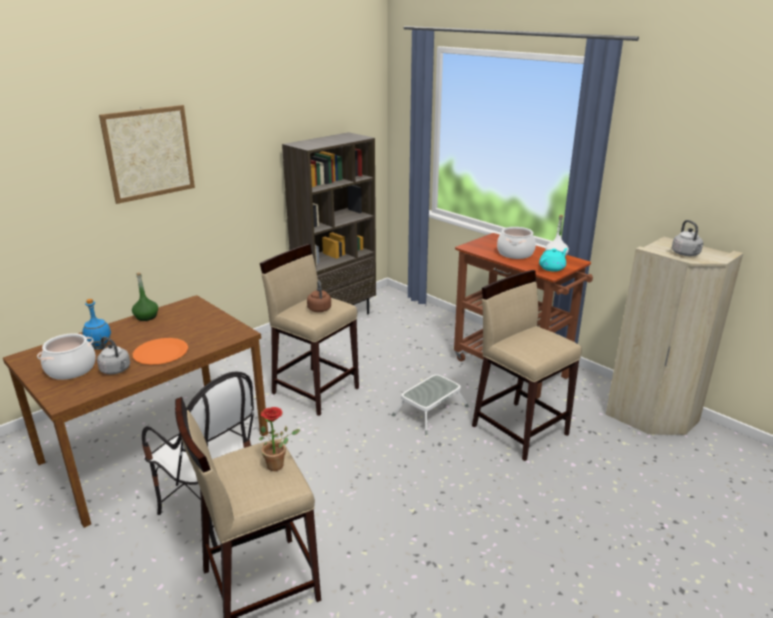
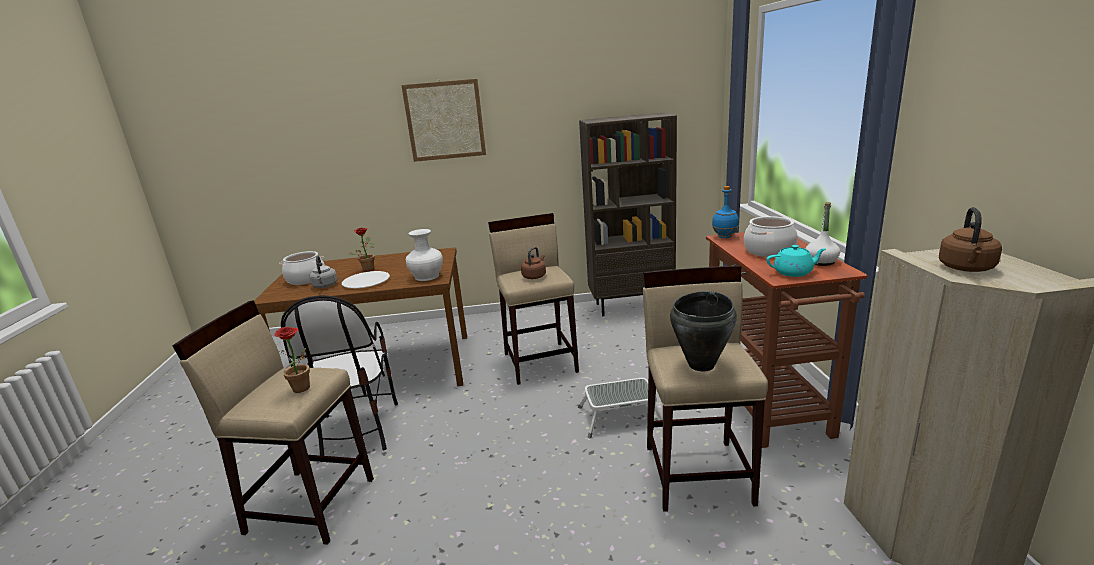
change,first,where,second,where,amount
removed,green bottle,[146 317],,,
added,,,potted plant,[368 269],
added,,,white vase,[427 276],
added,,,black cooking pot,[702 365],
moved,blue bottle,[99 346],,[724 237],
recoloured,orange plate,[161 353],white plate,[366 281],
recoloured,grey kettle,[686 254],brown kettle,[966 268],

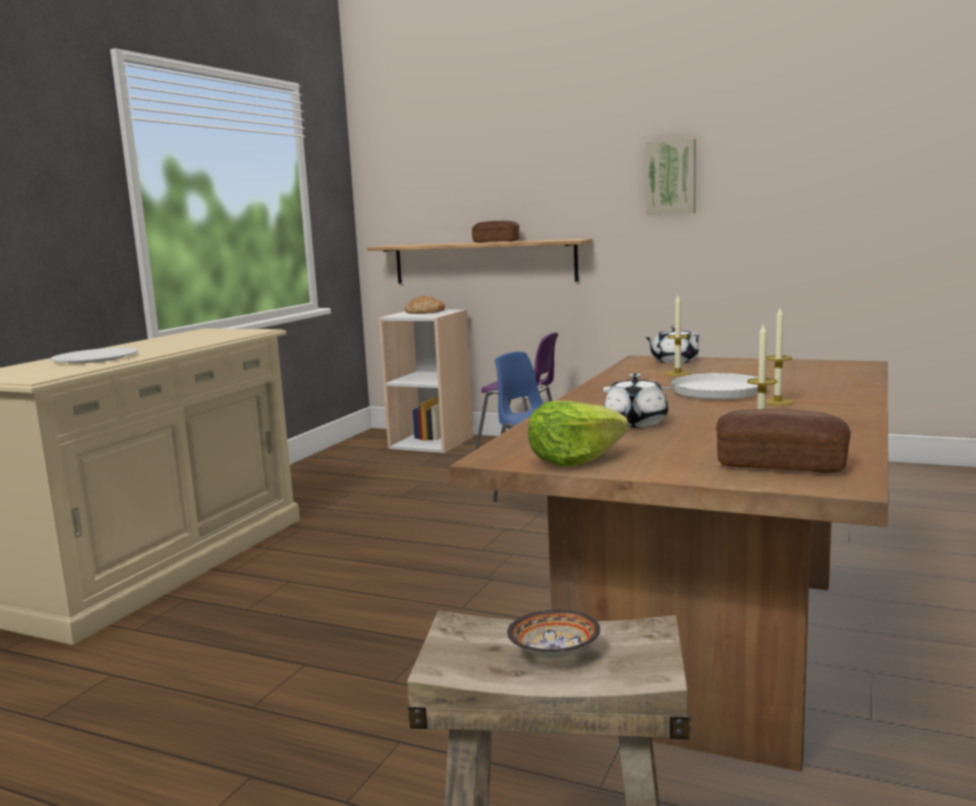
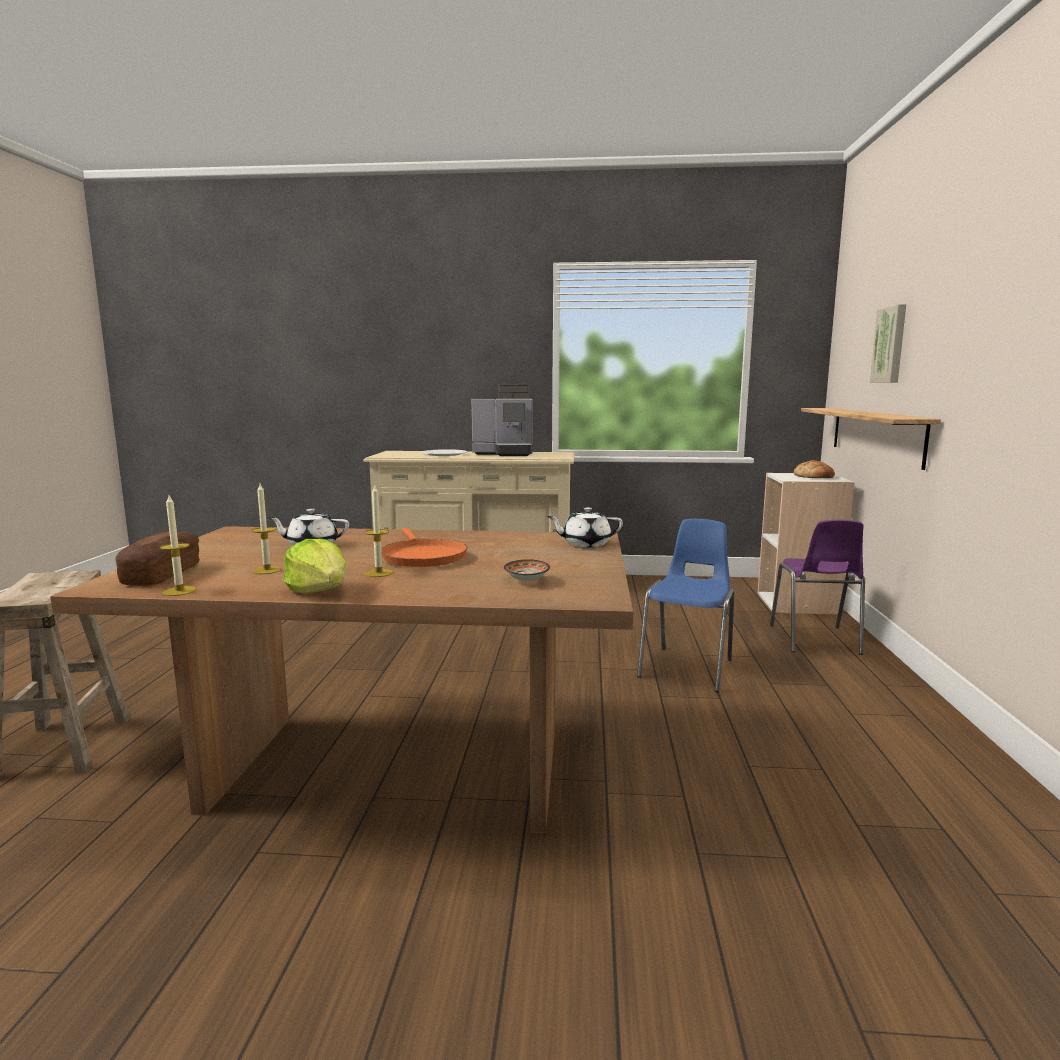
change,first,where,second,where,amount
removed,bread,[496 242],,,
added,,,coffee machine,[505 453],
moved,bowl,[554 653],,[526 581],
moved,lettuce,[574 459],,[320 591],
moved,picture,[671 177],,[890 345],
moved,candle,[677 373],,[179 591],
recoloured,white frying pan,[709 393],orange frying pan,[422 556],
turned,white teapot,[673 361],,[585 544],45 degrees counterclockwise

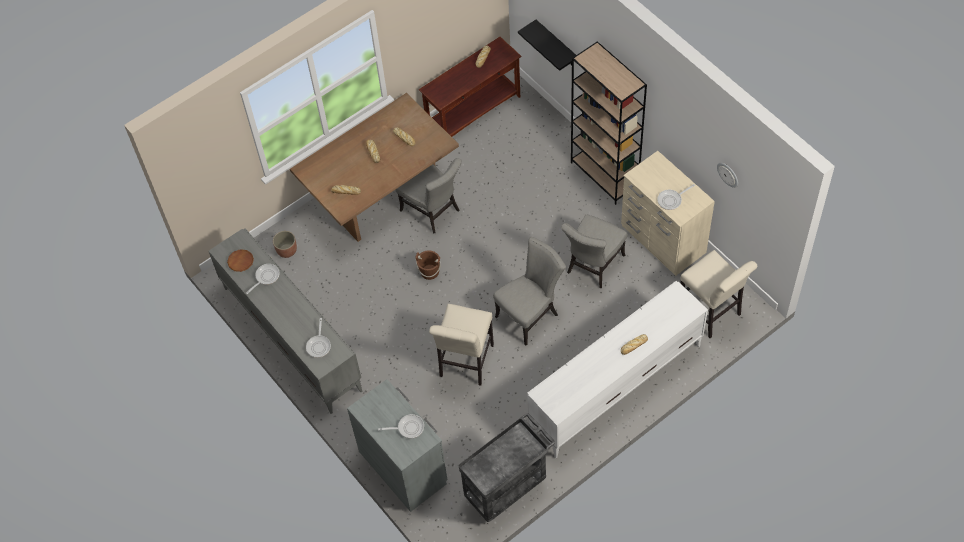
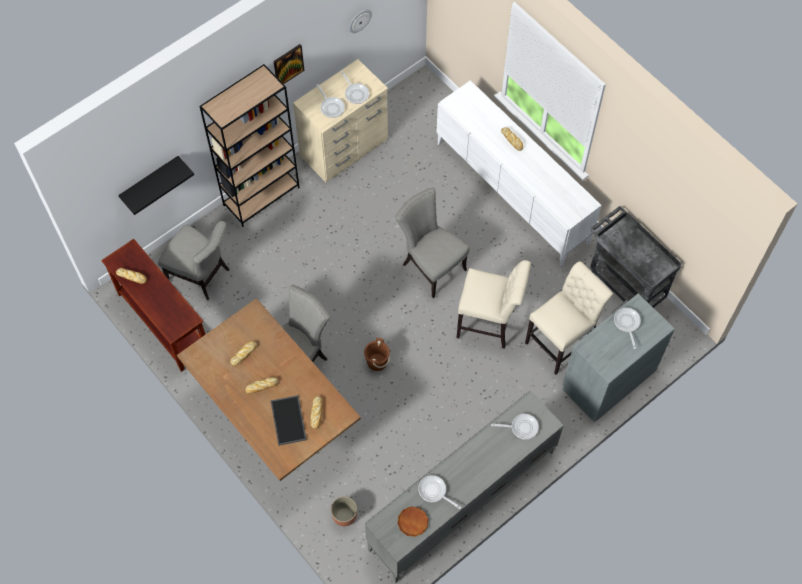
change,first,where,second,where,amount
added,,,tray,[289 420],
added,,,picture,[288 65],
added,,,frying pan,[331 107],
moved,grey chair,[593 266],,[202 276],
moved,beige stool,[711 314],,[561 342],

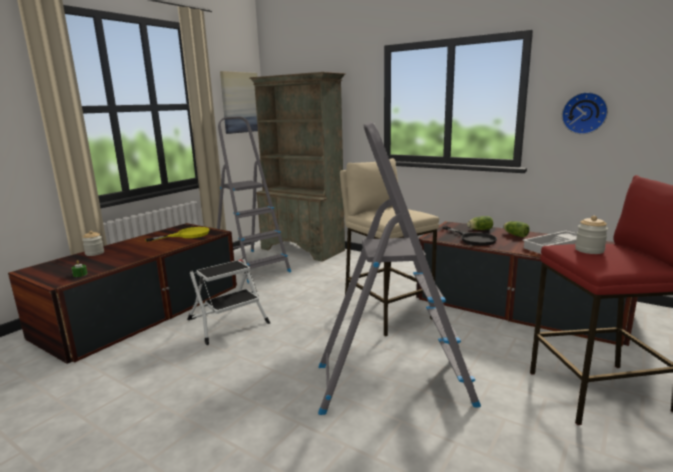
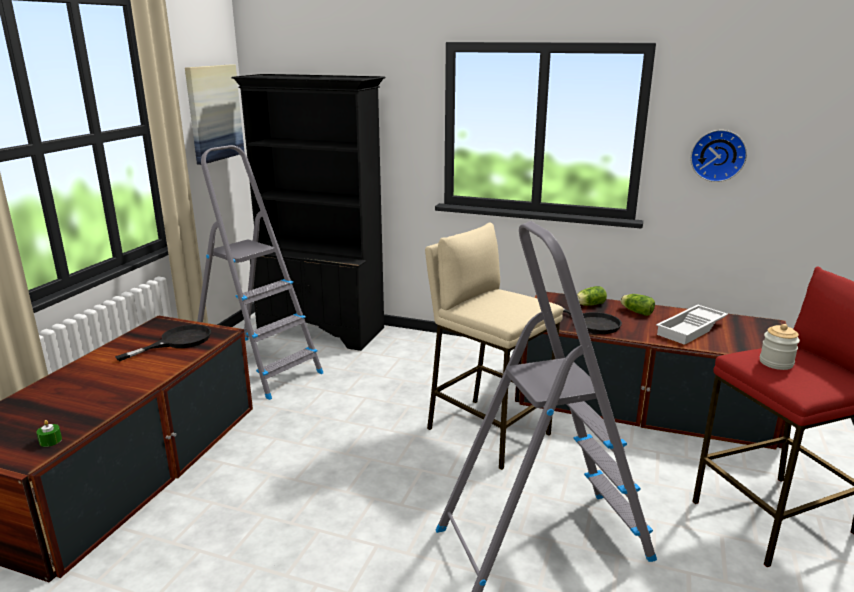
change,first,where,second,where,amount
removed,jar,[94 253],,,
removed,step ladder,[227 322],,,
recoloured,yellow frying pan,[187 235],black frying pan,[177 342],
recoloured,green bookcase,[303 249],black bookcase,[322 330],

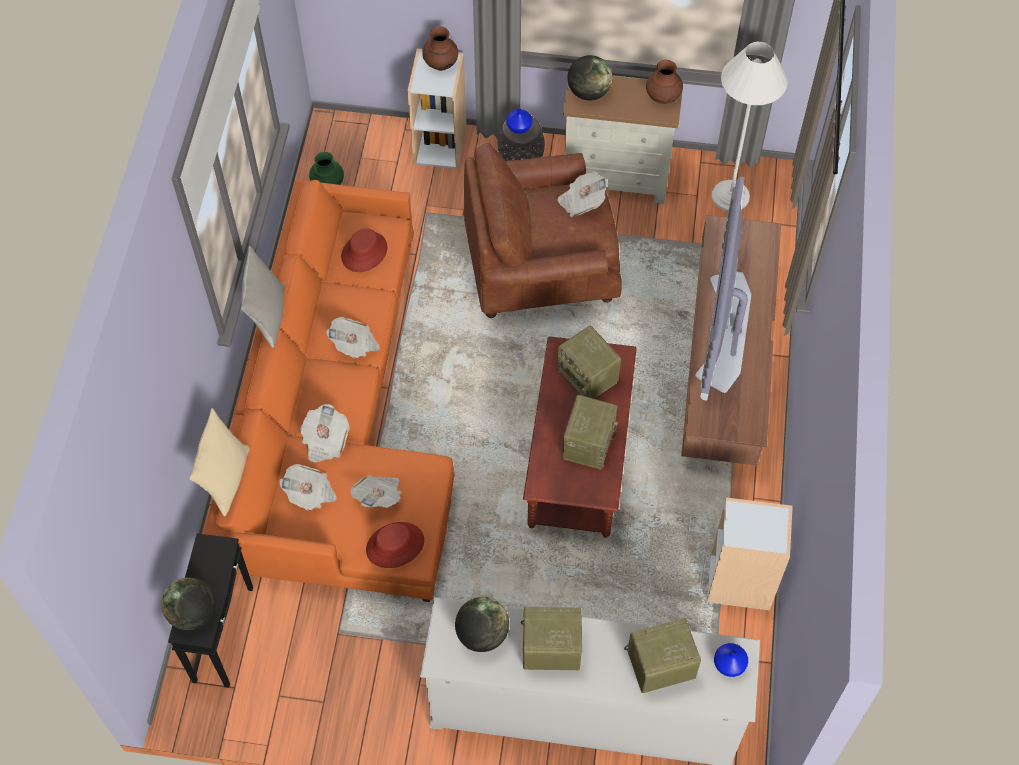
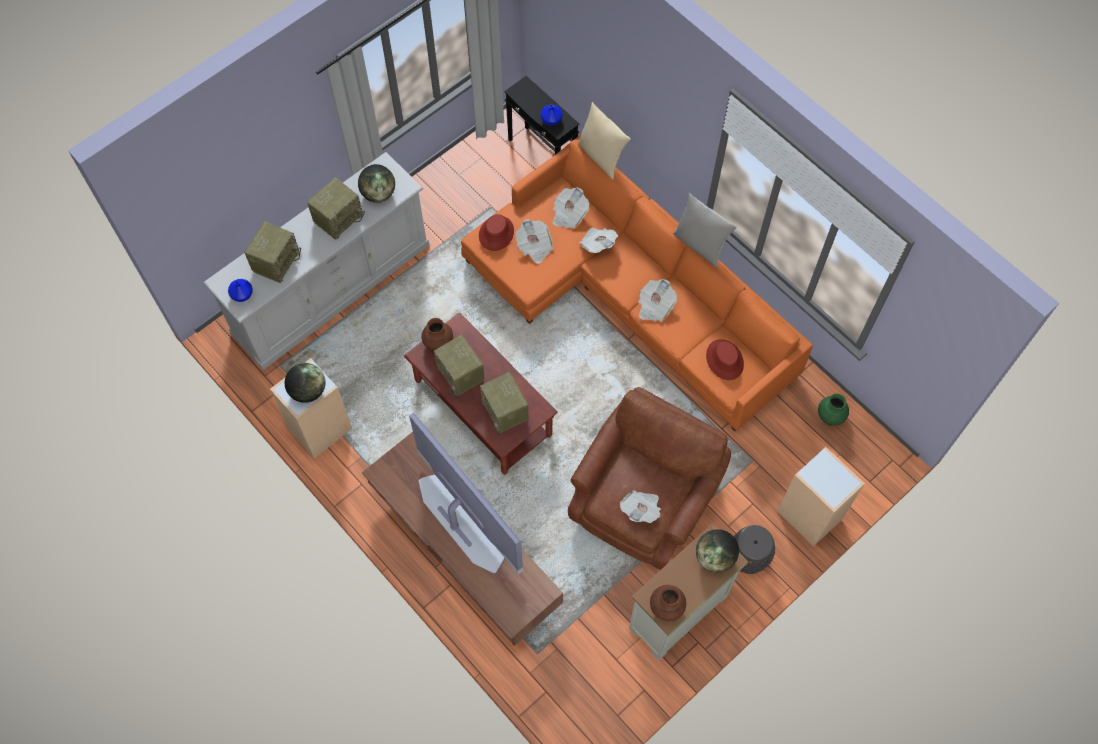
change,first,where,second,where,amount
removed,white floor lamp,[730 196],,,
moved,globe,[193 613],,[308 391],
moved,brown vase,[440 64],,[438 342],
moved,blue vase,[518 127],,[551 119],
turned,radio,[589 376],,[505 411],120 degrees counterclockwise

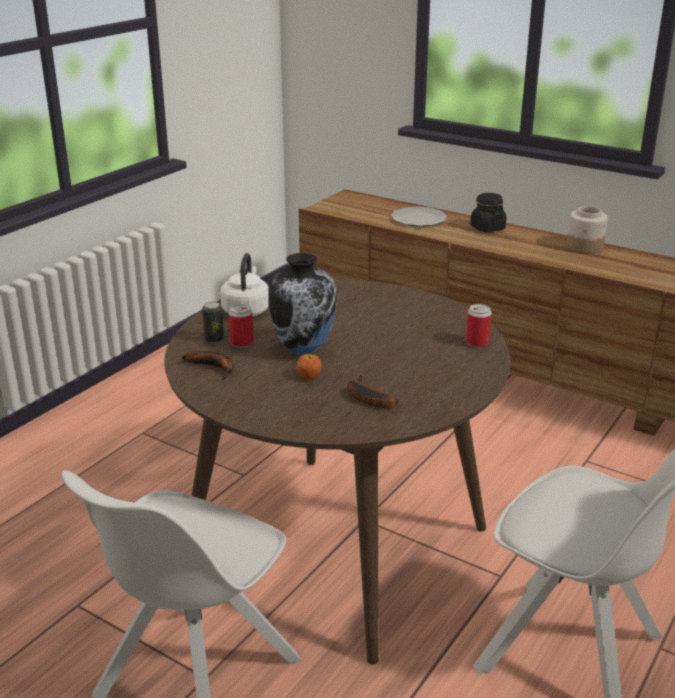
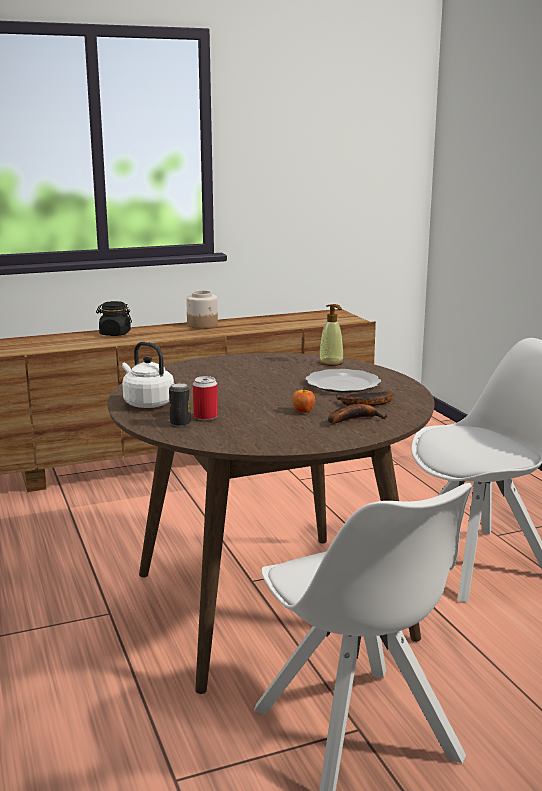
change,first,where,second,where,amount
removed,vase,[304 349],,,
moved,banana,[214 367],,[354 419],
moved,plate,[418 219],,[343 384],
replaced,can,[477 342],soap dispenser,[331 363],

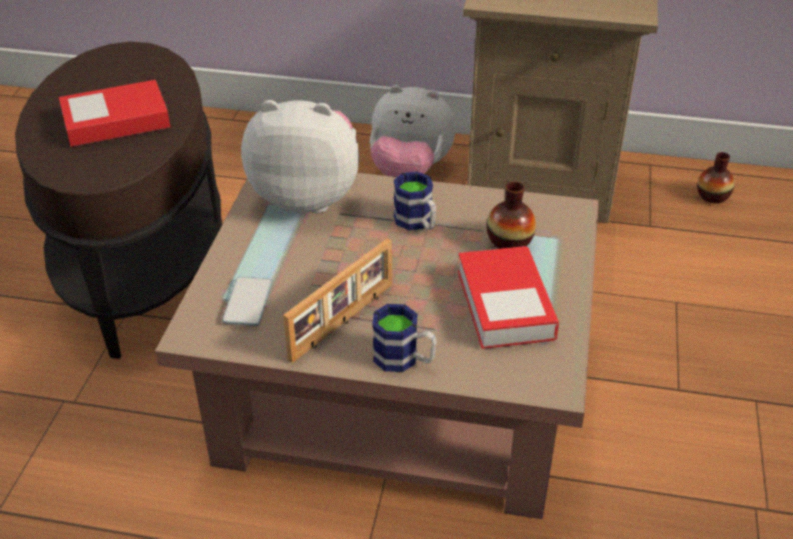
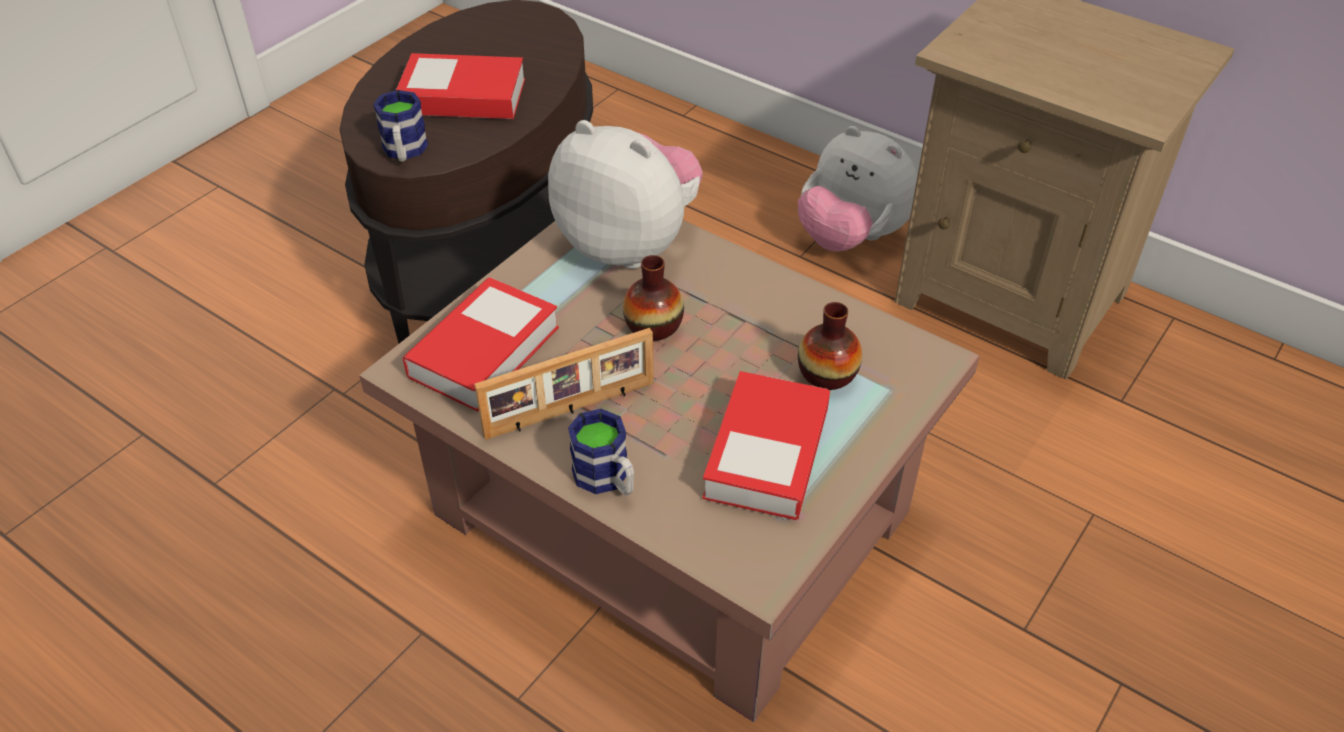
change,first,where,second,where,amount
moved,mug,[417 223],,[404 152],
moved,vase,[712 196],,[653 326],
replaced,phone,[248 302],book,[484 352],

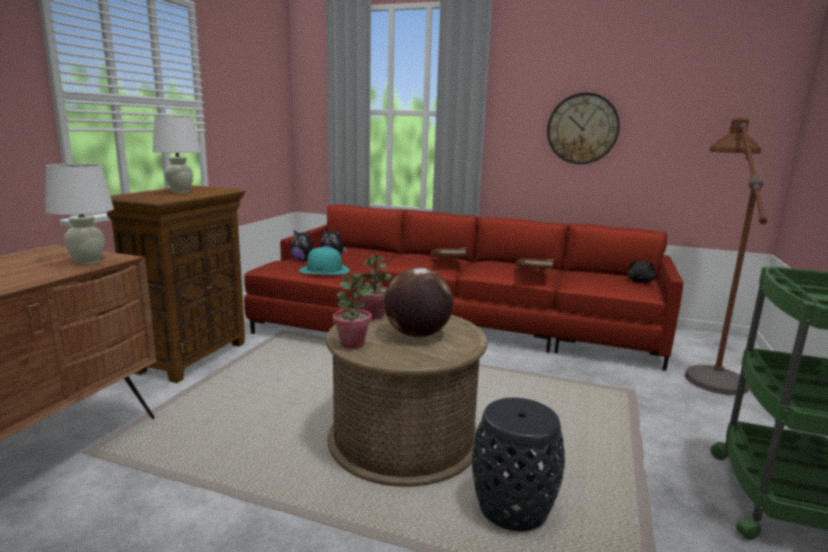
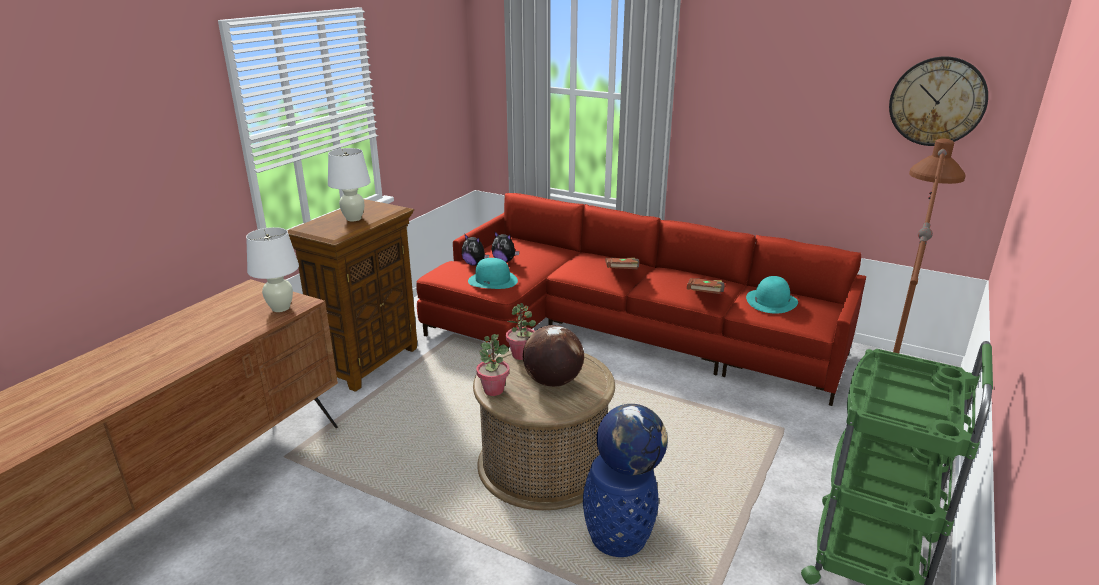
change,first,where,second,where,amount
removed,black plush toy,[640 281],,,
added,,,globe,[630 466],
added,,,turquoise hat,[771 301],
moved,wall clock,[582 129],,[937 101],
recoloured,black stool,[512 508],blue stool,[618 537],

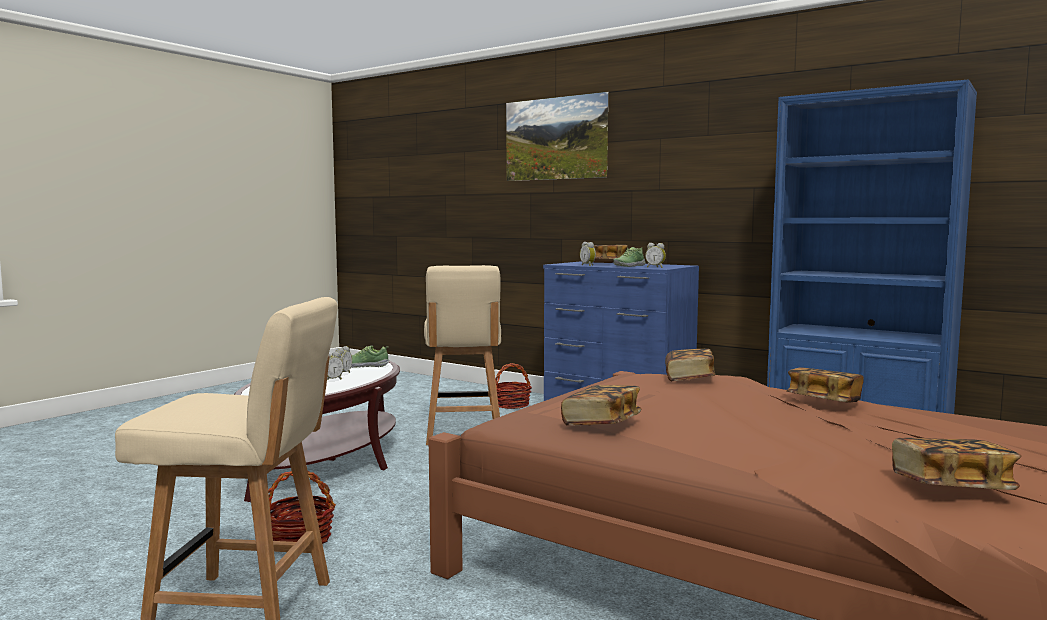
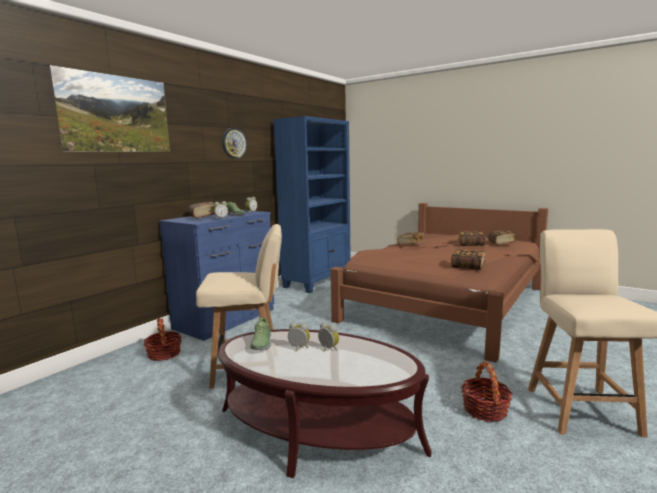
change,first,where,second,where,amount
added,,,wall clock,[233 143],
moved,book,[689 378],,[471 244],

